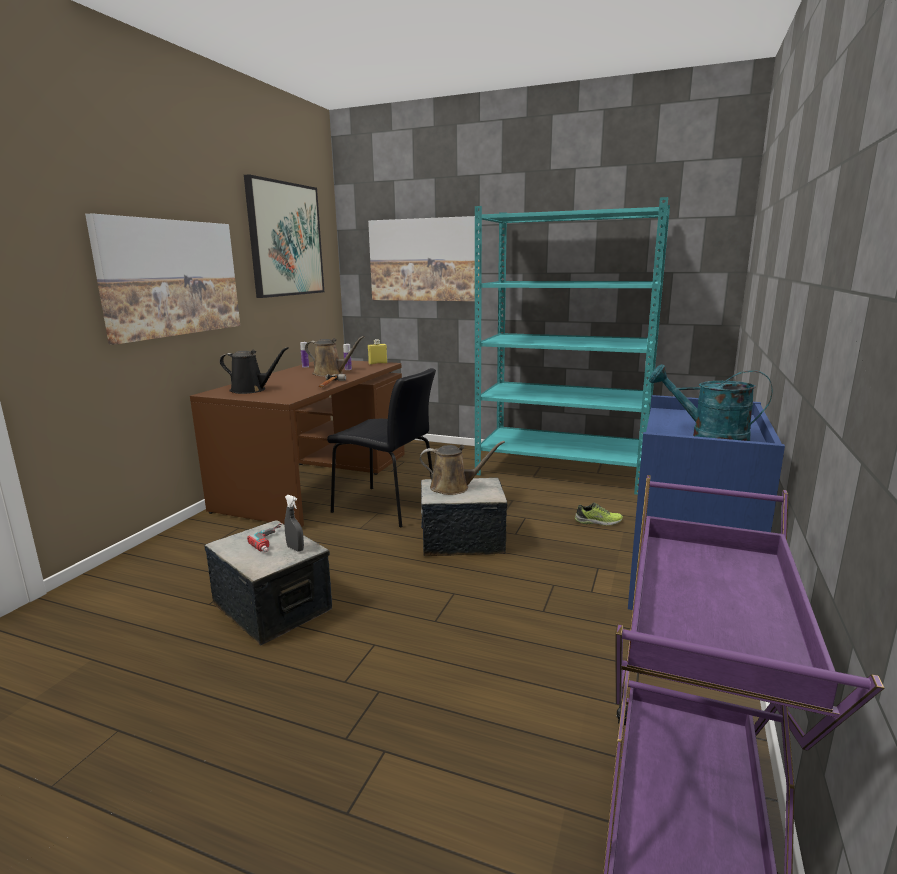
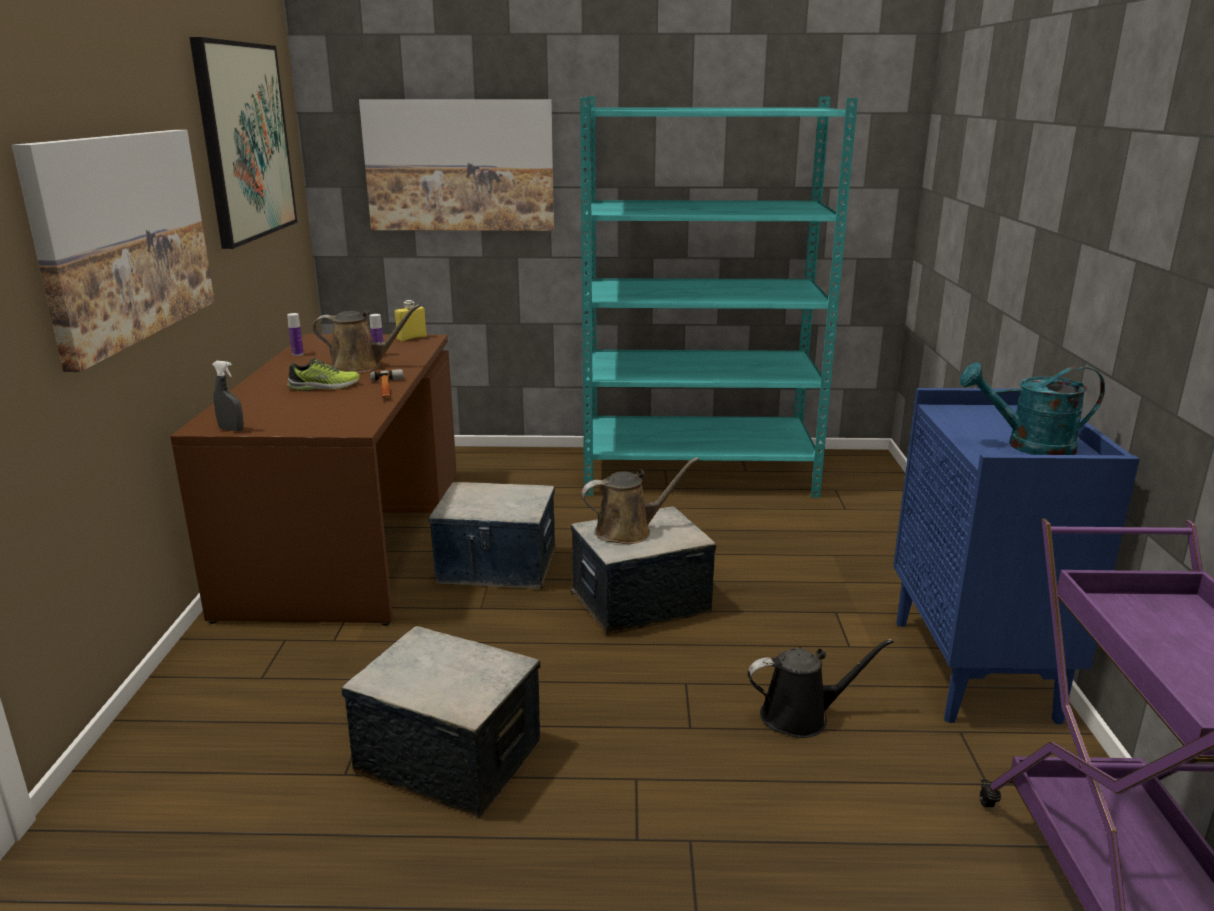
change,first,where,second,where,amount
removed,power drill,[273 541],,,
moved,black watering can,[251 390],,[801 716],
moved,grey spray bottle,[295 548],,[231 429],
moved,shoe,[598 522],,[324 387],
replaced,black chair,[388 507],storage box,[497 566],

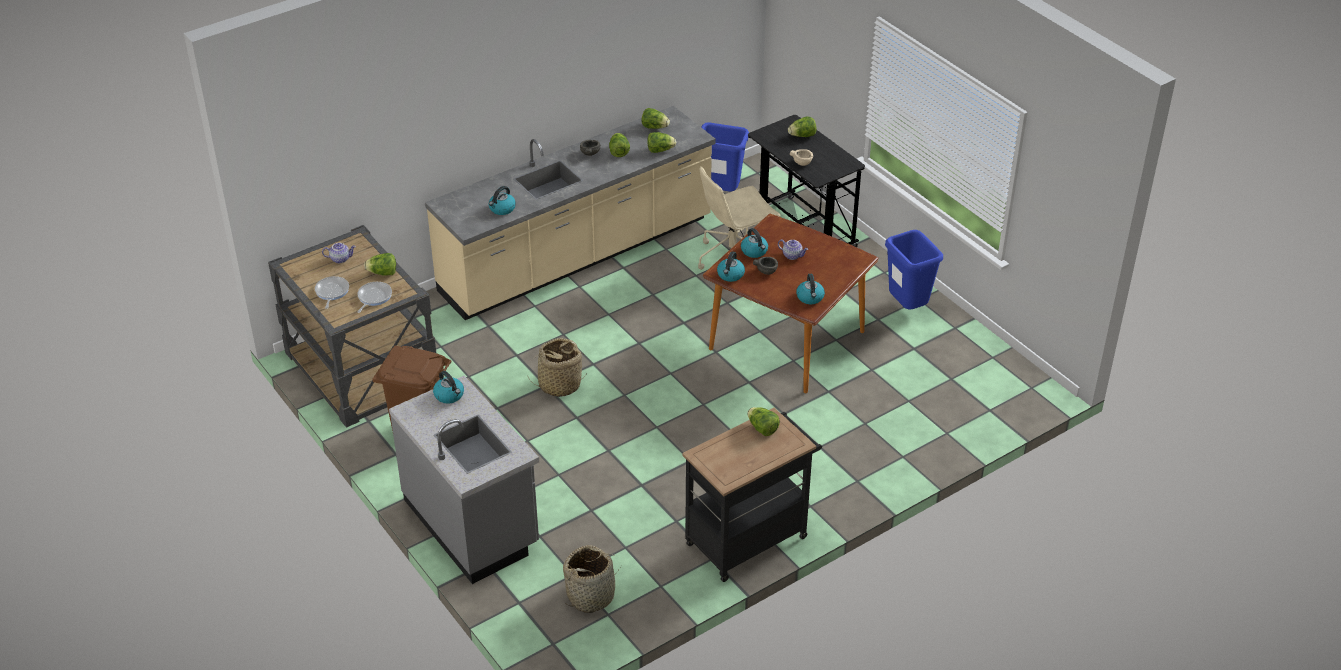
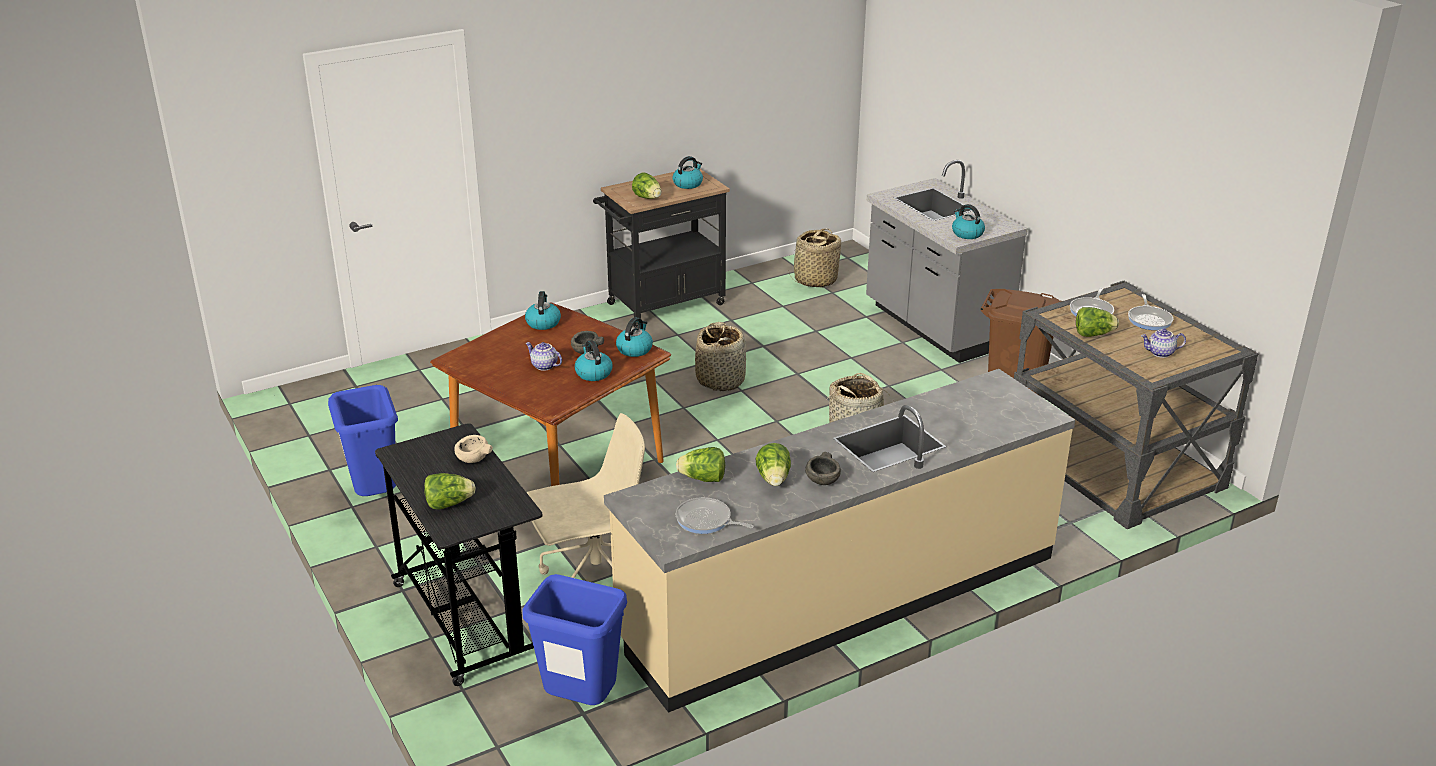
change,first,where,second,where,amount
added,,,basket,[721 380],
moved,kettle,[502 209],,[688 184],
replaced,lettuce,[654 127],frying pan,[706 521],

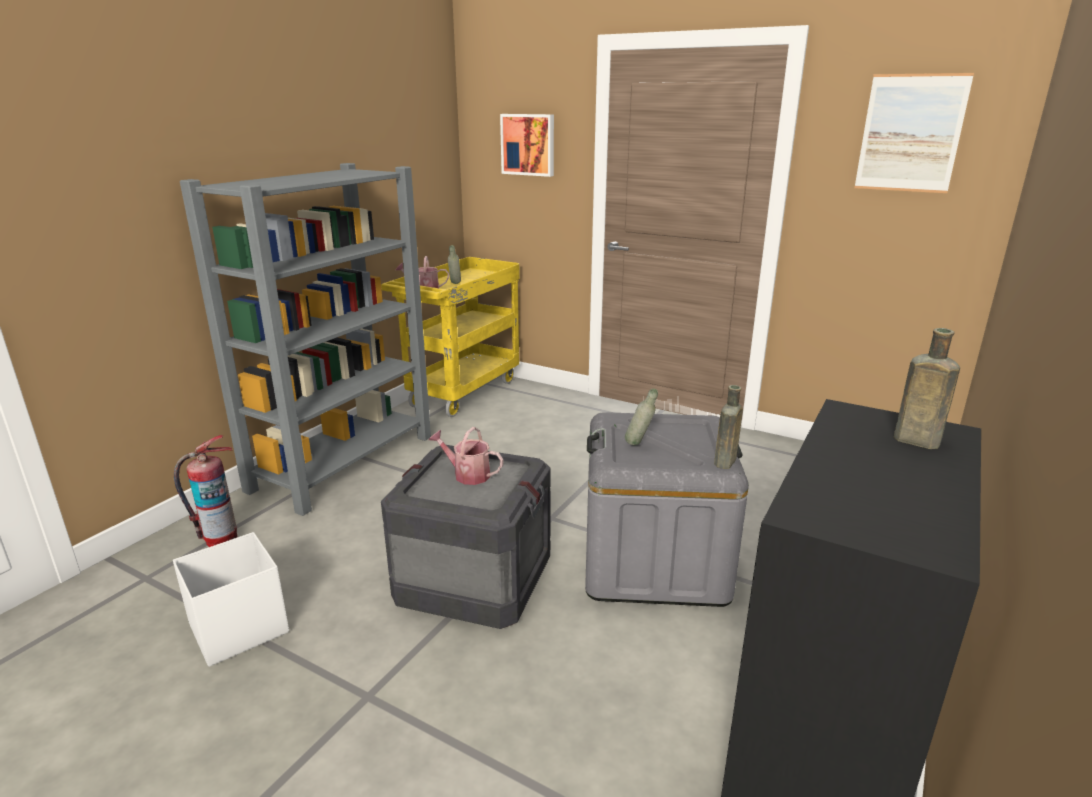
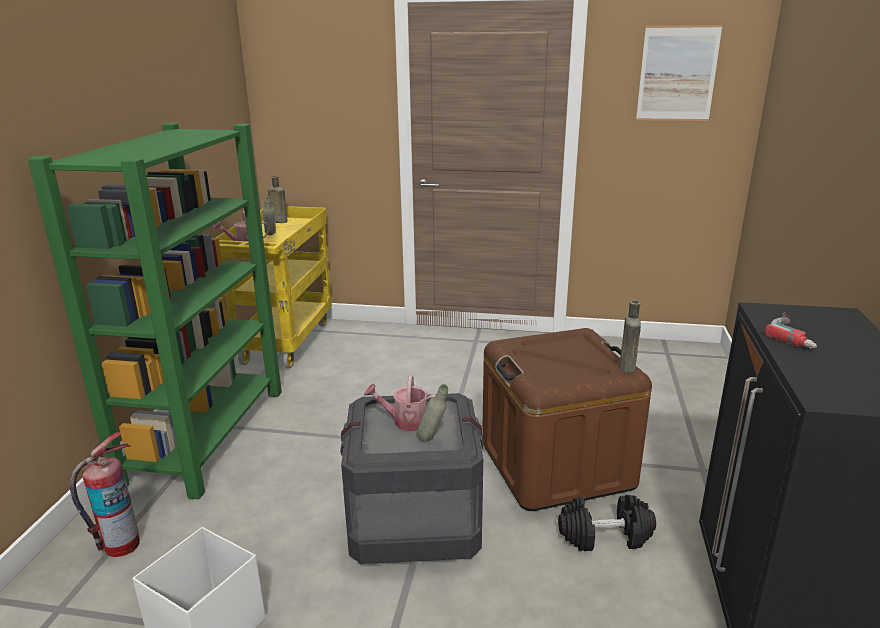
change,first,where,second,where,amount
removed,picture,[528 144],,,
added,,,black dumbbell,[605 536],
added,,,power drill,[796 334],
moved,grey bottle,[639 445],,[432 440],
moved,brown bottle,[913 440],,[278 221],
recoloured,grey bookcase,[343 462],green bookcase,[206 435],
recoloured,grey storage box,[654 561],brown storage box,[556 465],

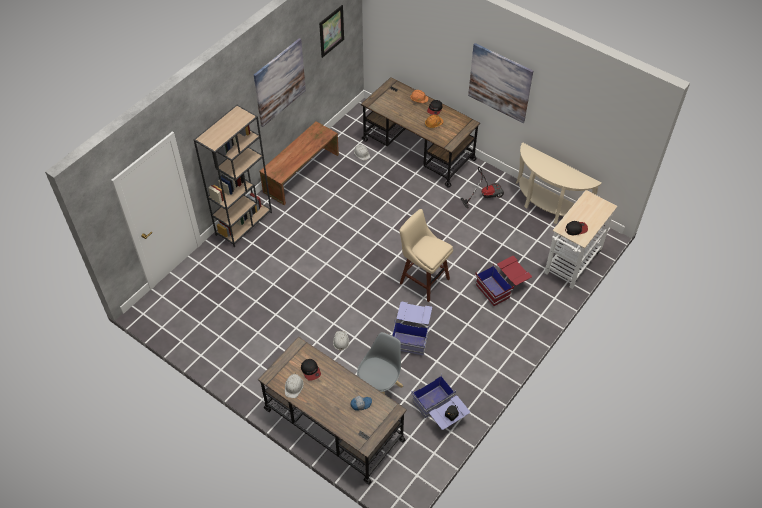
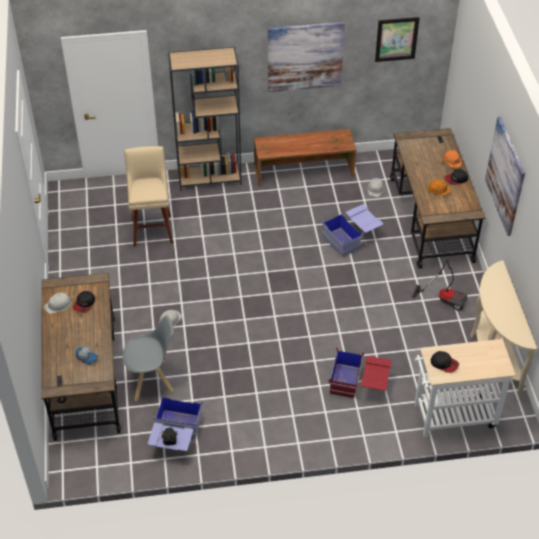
change,first,where,second,where,amount
moved,blue storage box,[411 334],,[352 238],
moved,beige stool,[423 280],,[152 229],

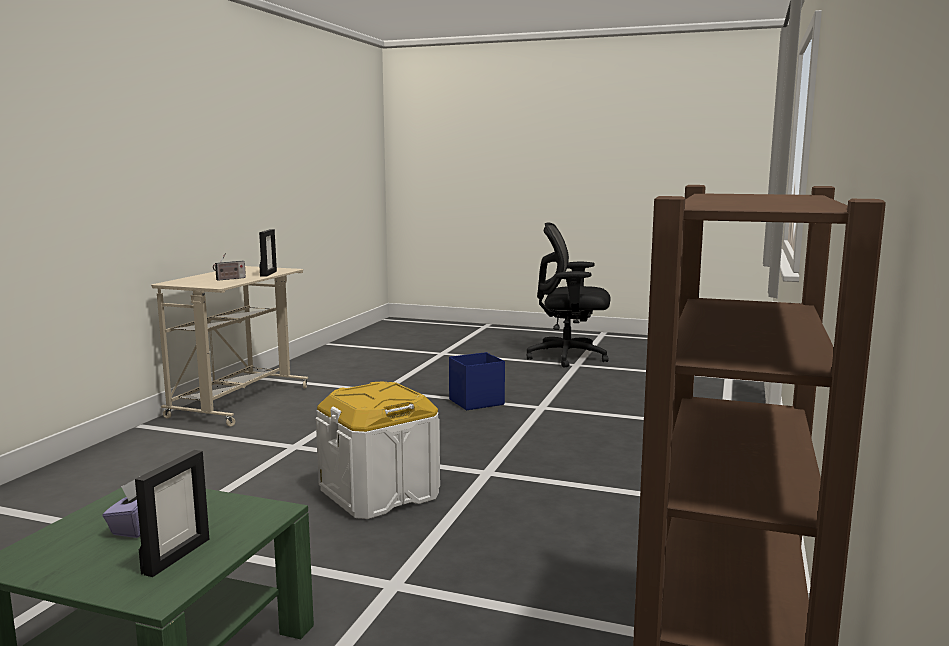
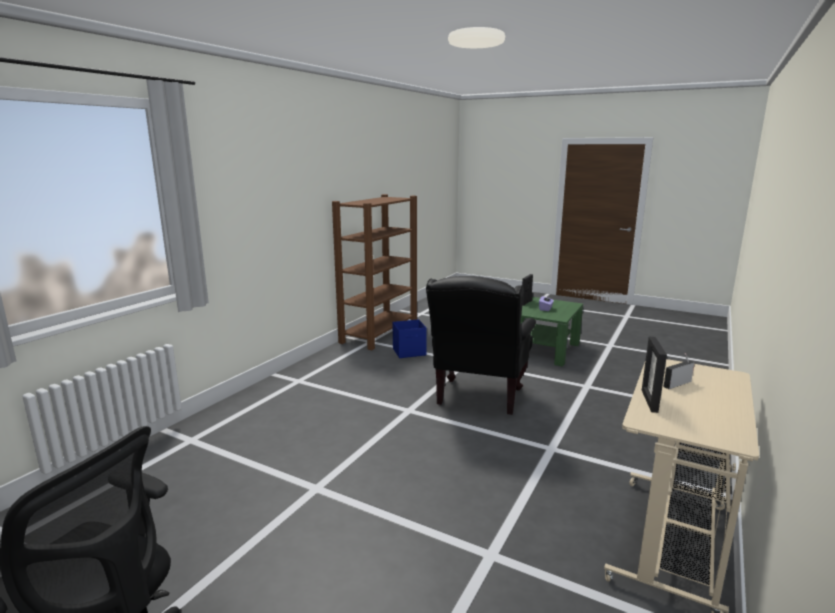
change,first,where,second,where,amount
moved,blue storage box,[475 402],,[409 352],
replaced,white storage box,[379 493],black armchair,[477 401],

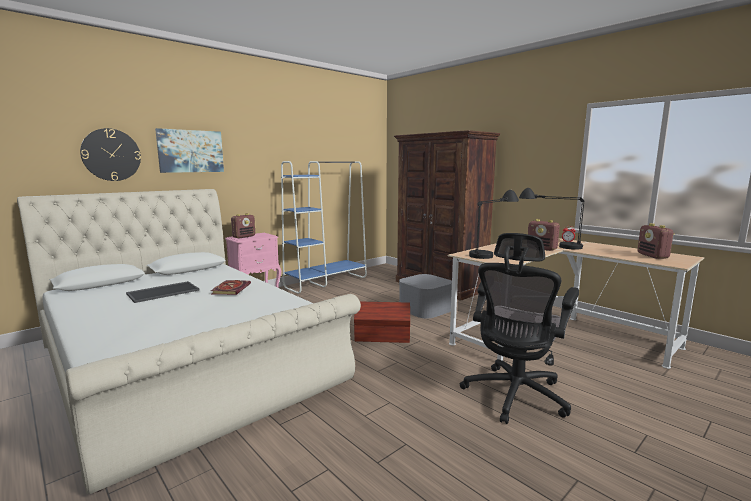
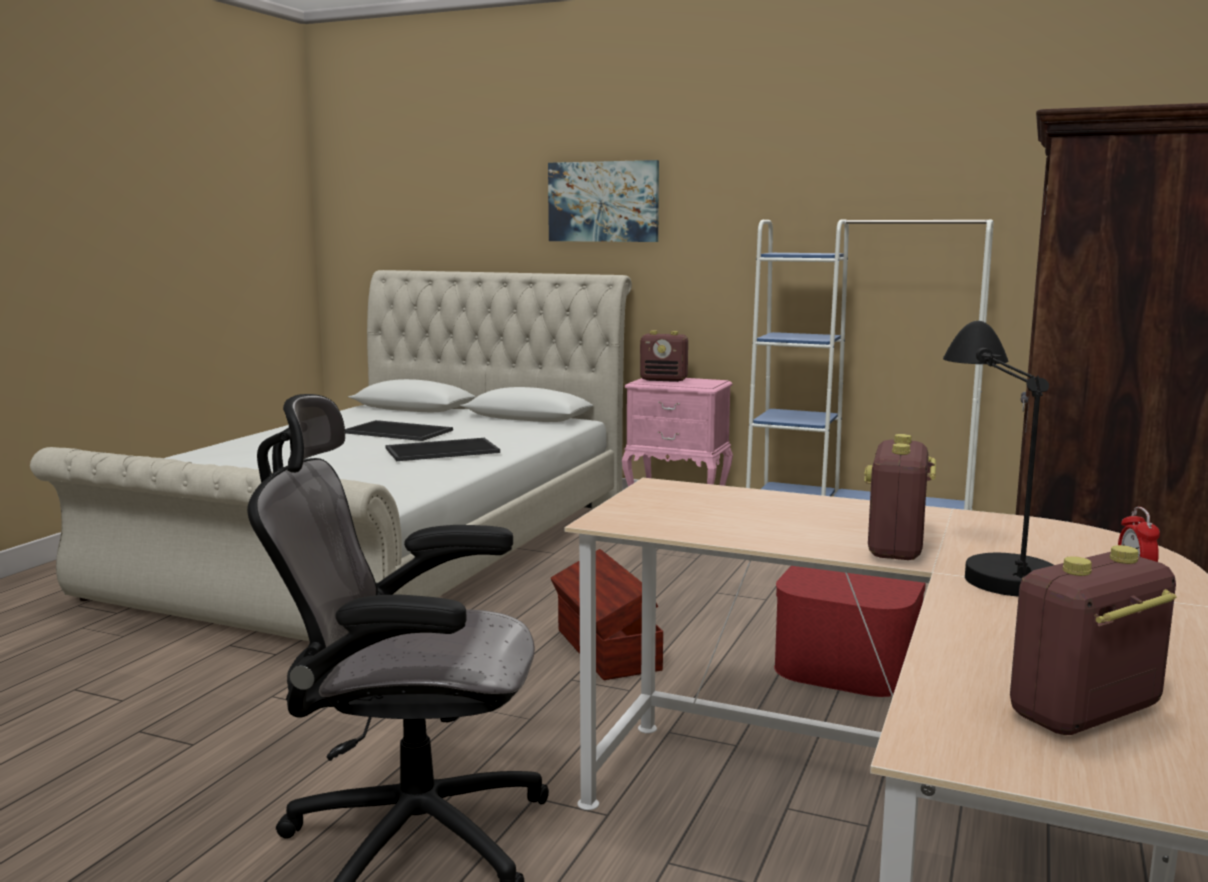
change,first,where,second,where,amount
removed,wall clock,[111 155],,,
removed,black table lamp,[492 253],,,
replaced,book,[231 289],tray,[443 450],
recoloured,grey storage box,[424 308],red storage box,[847 662],

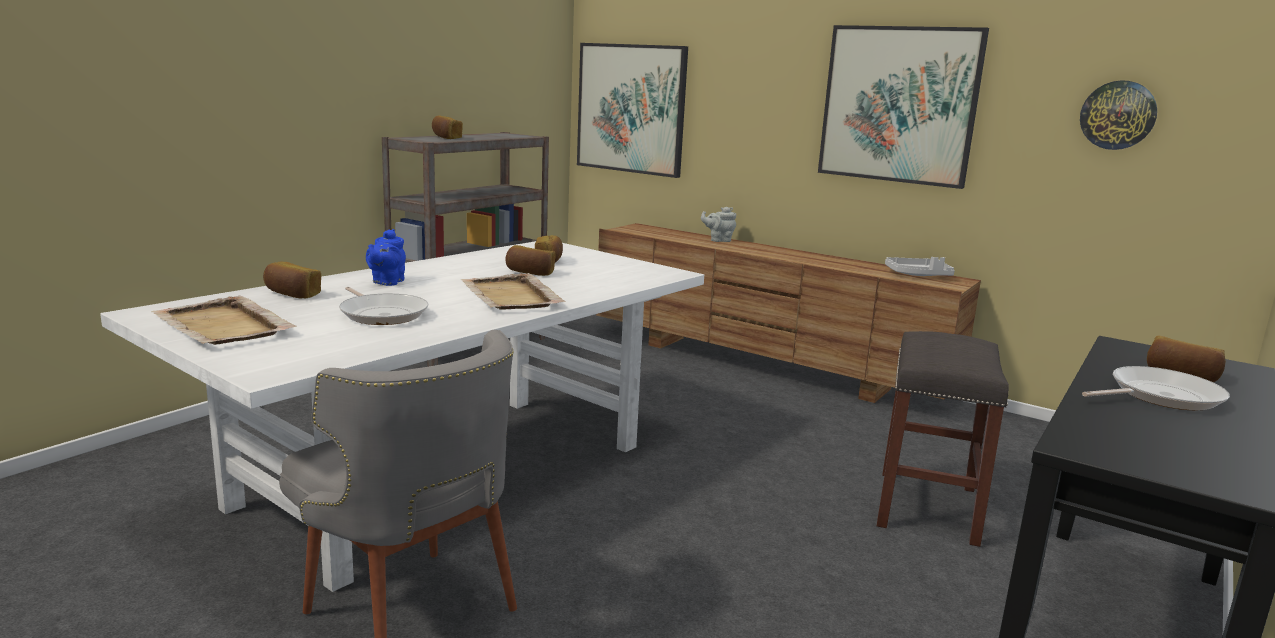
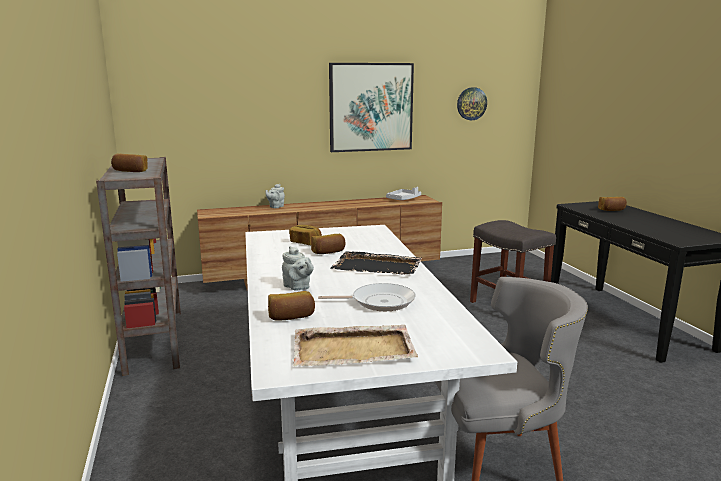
change,first,where,second,where,amount
removed,picture,[631 109],,,
removed,frying pan,[1159 396],,,
recoloured,blue teapot,[387 282],grey teapot,[298 287],
recoloured,beige tray,[511 296],black tray,[378 267],

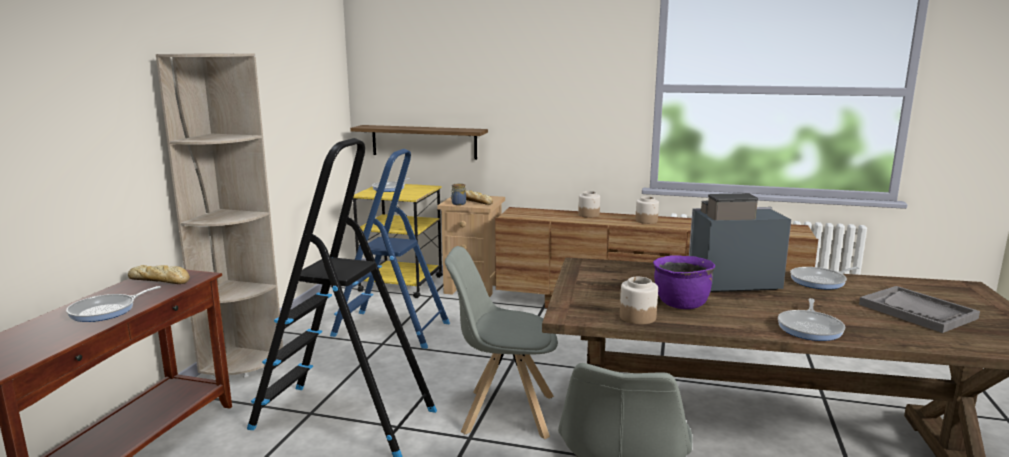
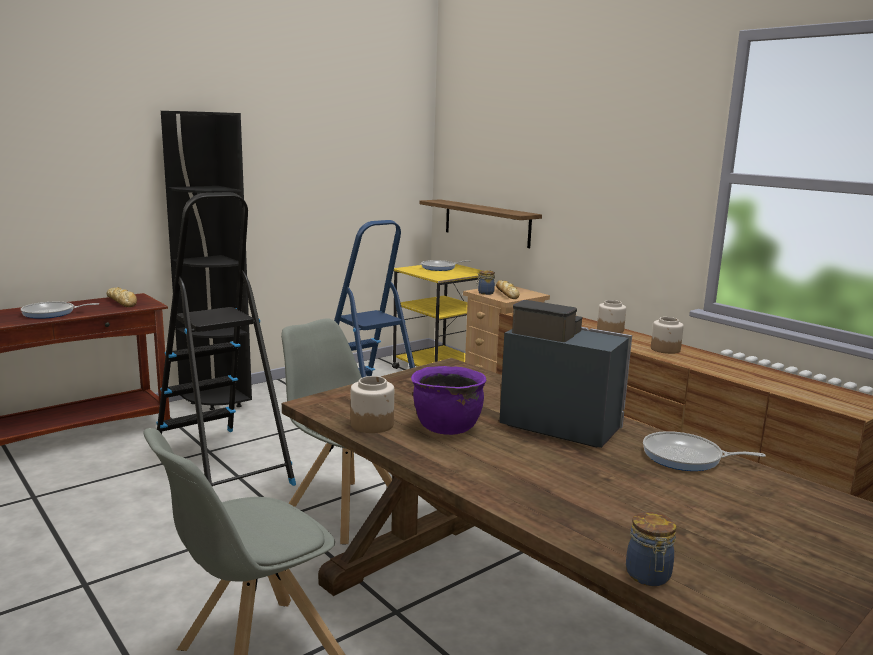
change,first,where,second,where,amount
removed,frying pan,[810 328],,,
removed,grey tray,[917 311],,,
added,,,jar,[648 576],
recoloured,beige bookcase,[242 369],black bookcase,[217 403],

